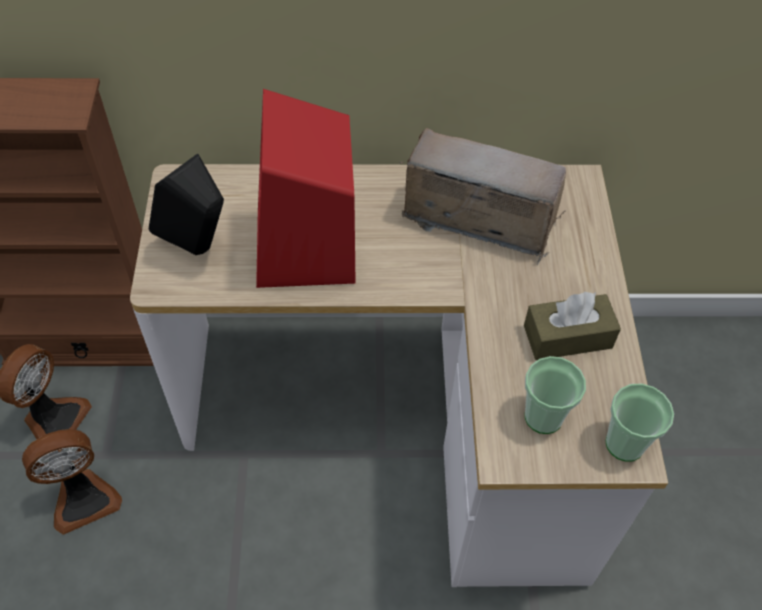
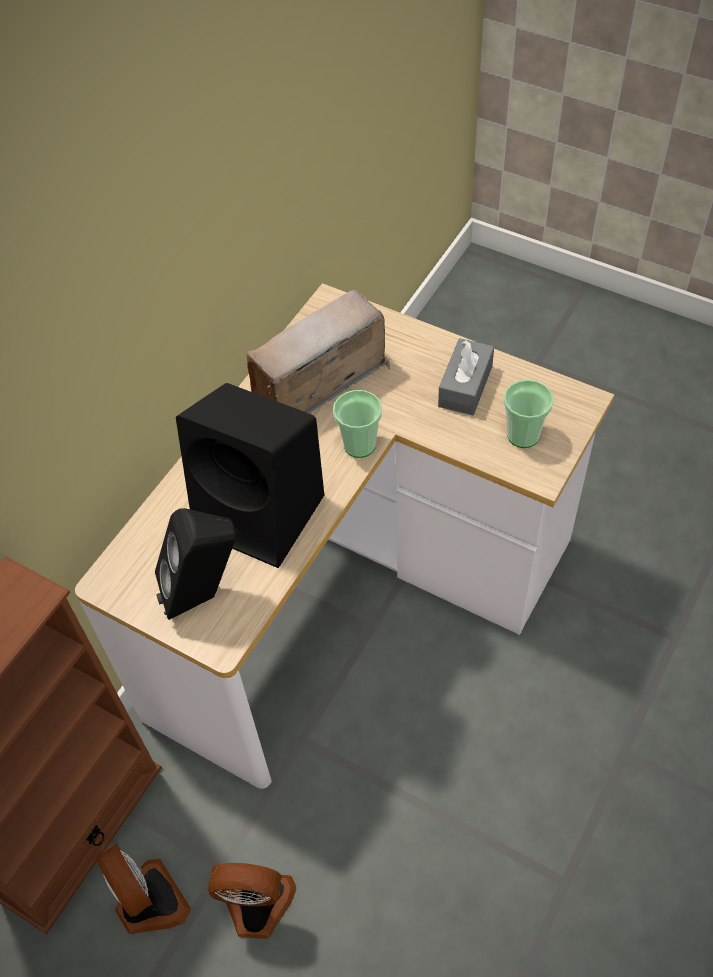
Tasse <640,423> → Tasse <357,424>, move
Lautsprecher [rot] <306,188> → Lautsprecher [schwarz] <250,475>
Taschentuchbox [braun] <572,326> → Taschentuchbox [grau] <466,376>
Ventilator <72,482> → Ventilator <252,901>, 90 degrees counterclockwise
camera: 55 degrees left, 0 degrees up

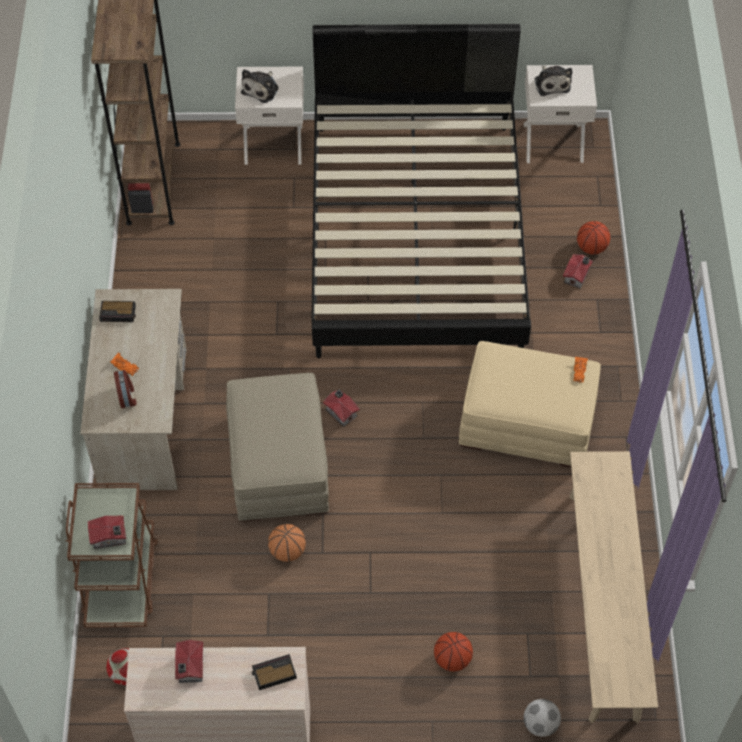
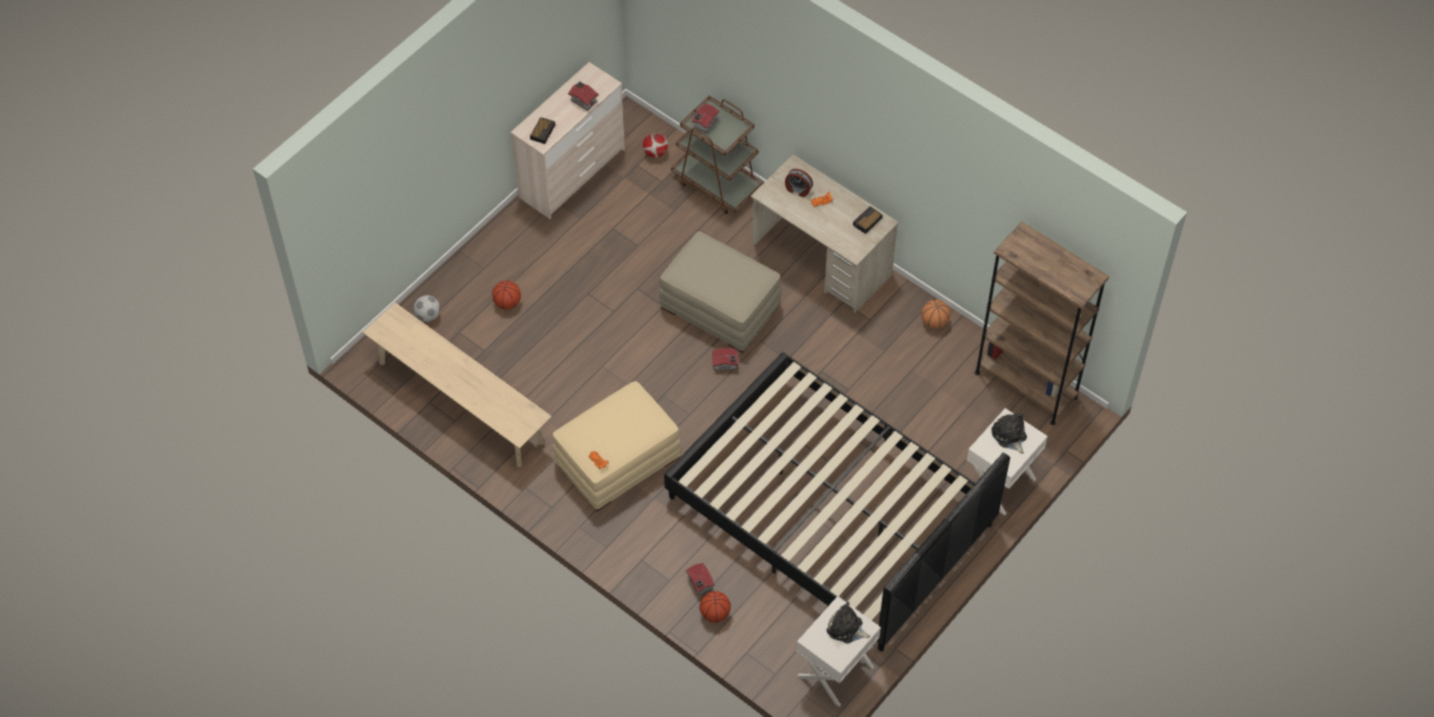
Basketball <287,543> → Basketball <935,314>, move
camera: 130 degrees right, 0 degrees up

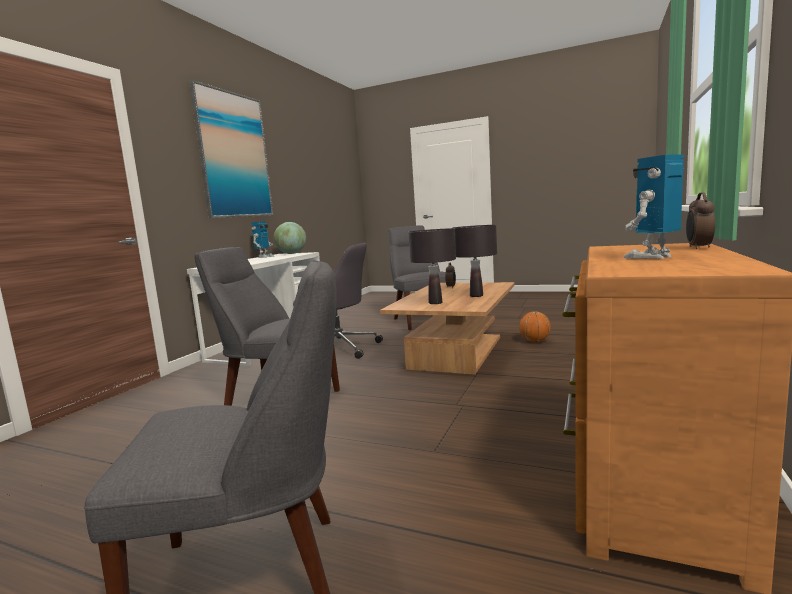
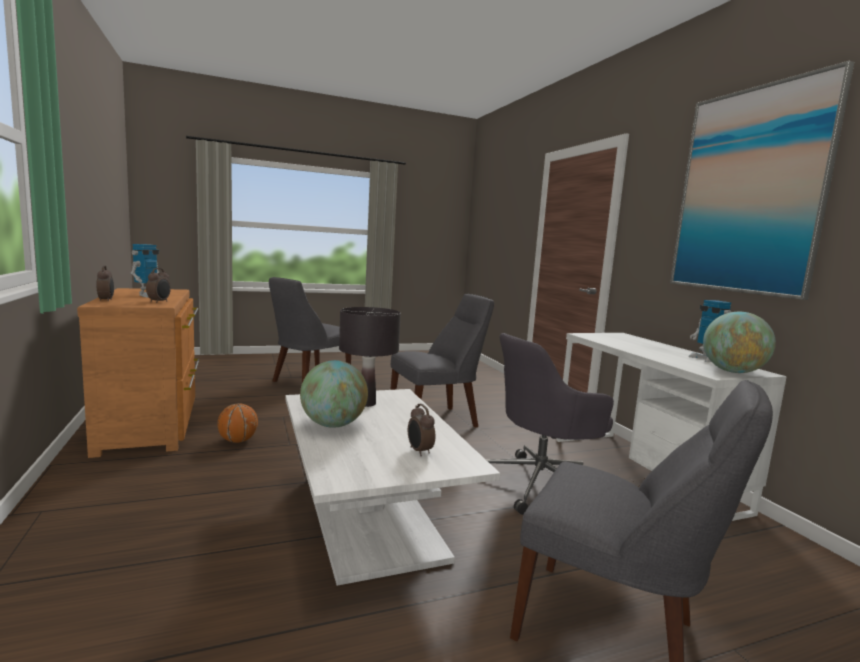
- → Wecker <158,285>
Basketball <535,326> → Basketball <237,423>, move
Tischlampe [schwarz] <475,261> → Globus <334,394>
Couchtisch [braun] <447,328> → Couchtisch [weiß] <393,487>
camera: 135 degrees right, 0 degrees up

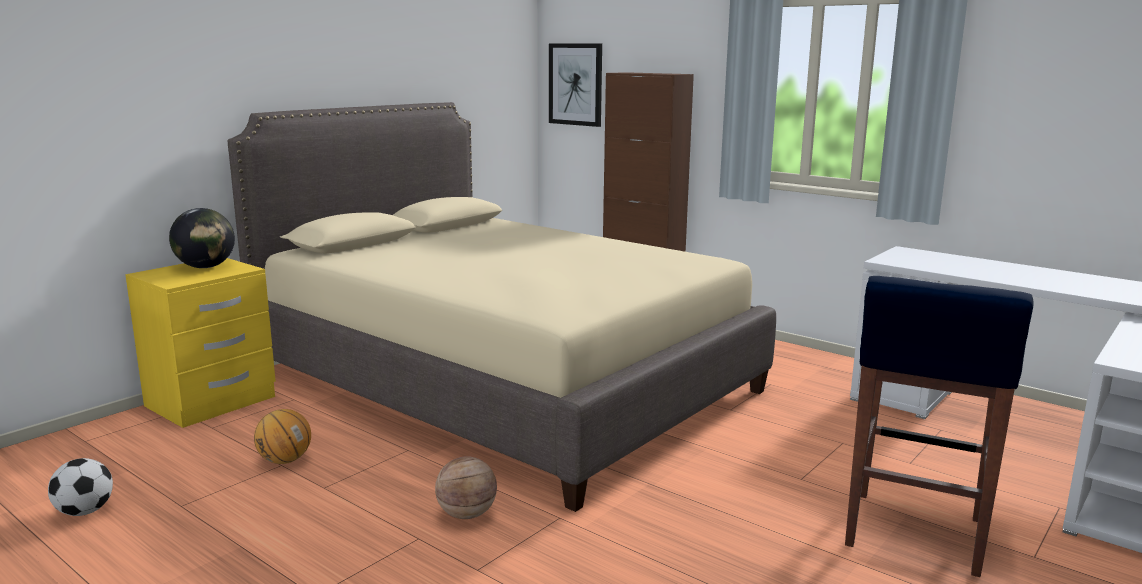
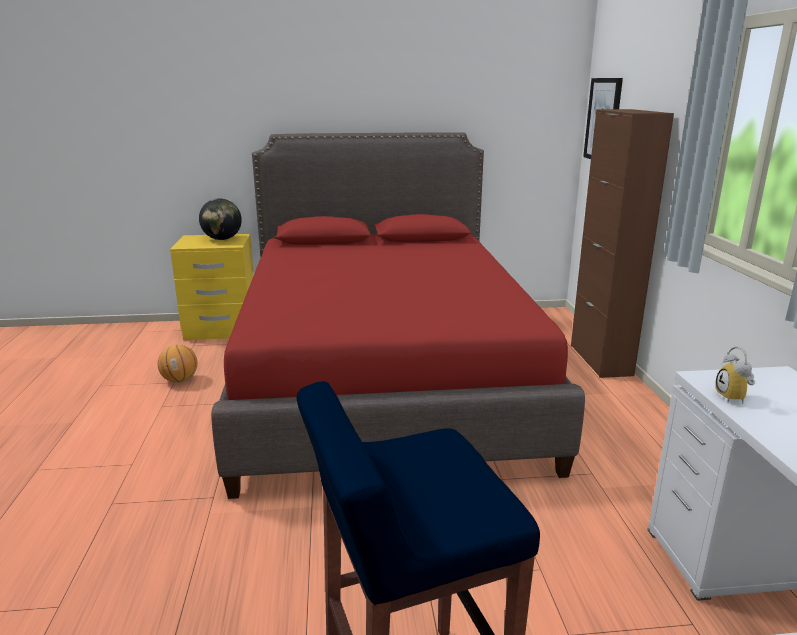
Fußball <80,487> → -
Basketball <466,487> → -
- → Wecker <735,375>
Bett [beige] <502,307> → Bett [rot] <398,315>
camera: 45 degrees right, 5 degrees up

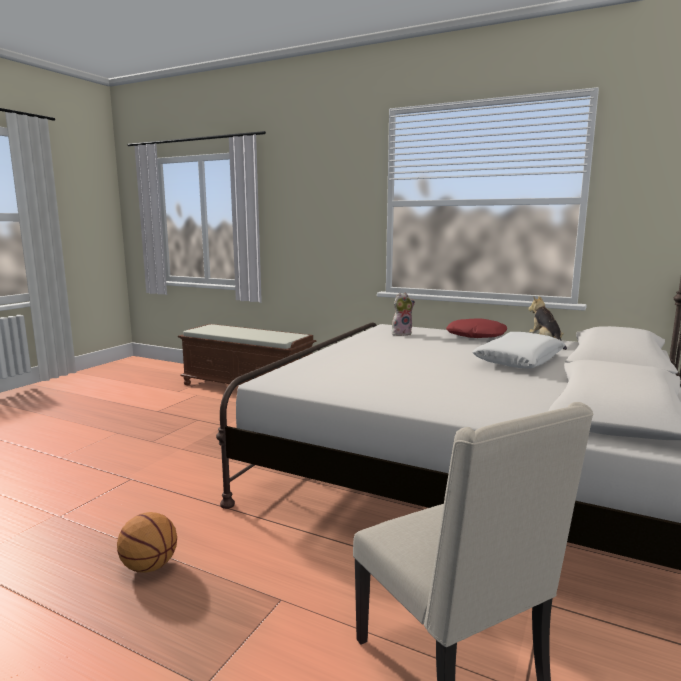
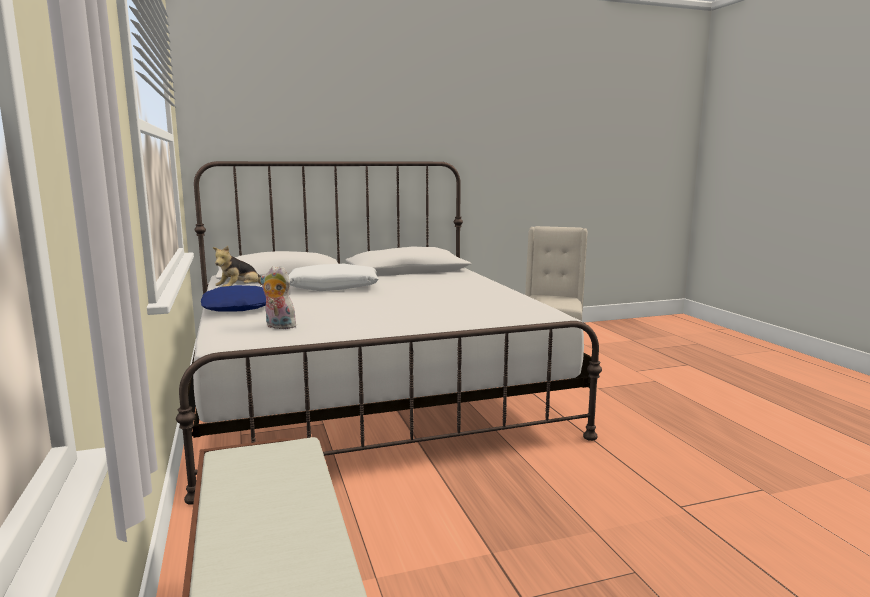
Basketball <147,542> → -
Kissen [rot] <476,328> → Kissen [blau] <233,298>
camera: 135 degrees left, 0 degrees up

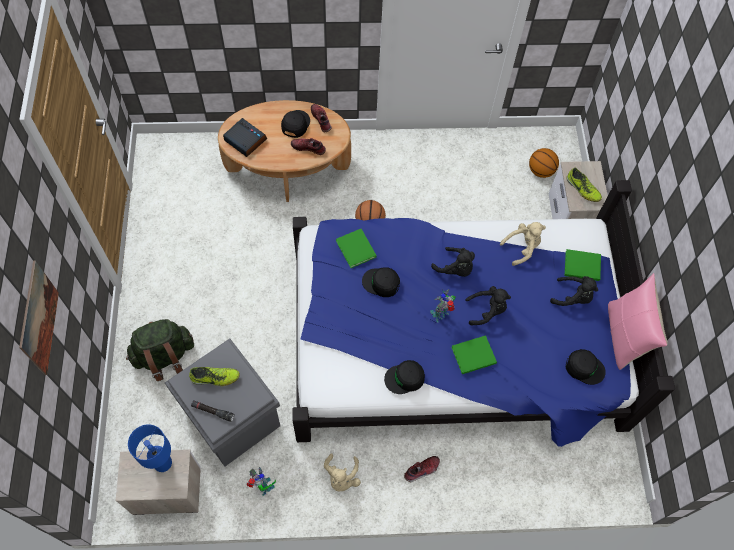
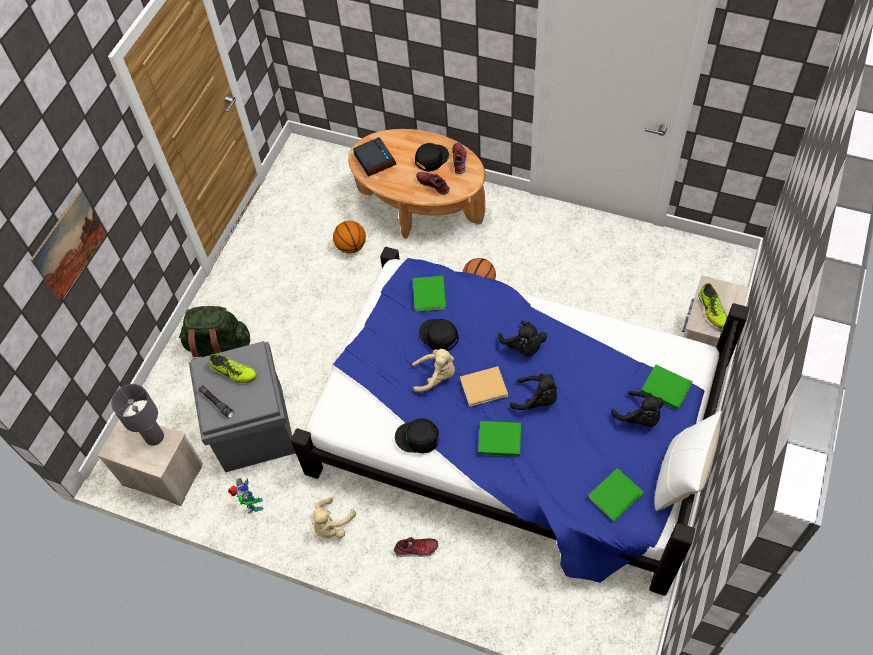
Plüschtier [beige] <523,244> → Plüschtier [beige] <433,370>, move
Basketball <544,163> → Basketball <349,237>, move
Spielzeugroboter <443,306> → Buch [beige] <484,386>
Kappe [schwarz] <586,367> → Buch [grün] <616,495>
Tischlampe [blau] <150,448> → Tischlampe [grau] <137,415>
Kissen [rosa] <638,321> → Kissen [weiß] <688,460>
camera: 30 degrees right, 5 degrees down

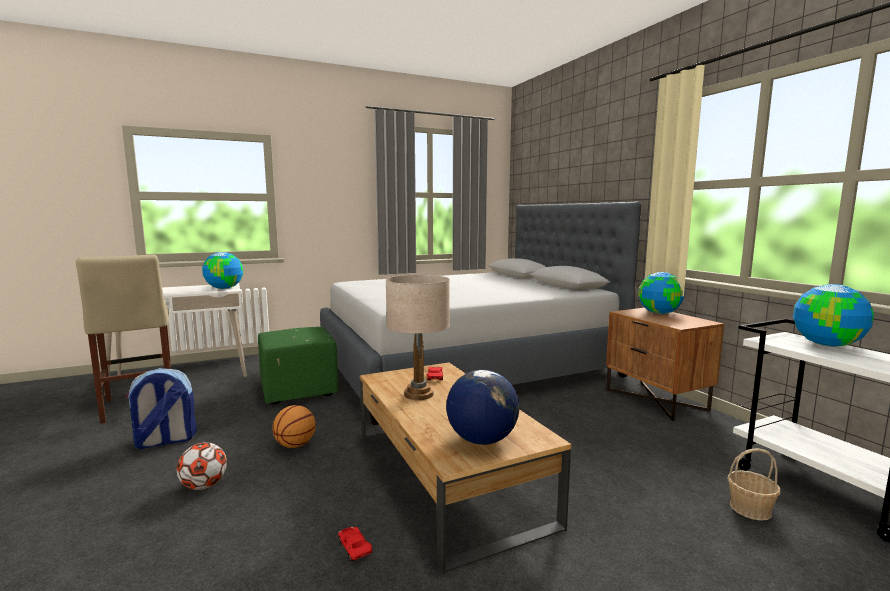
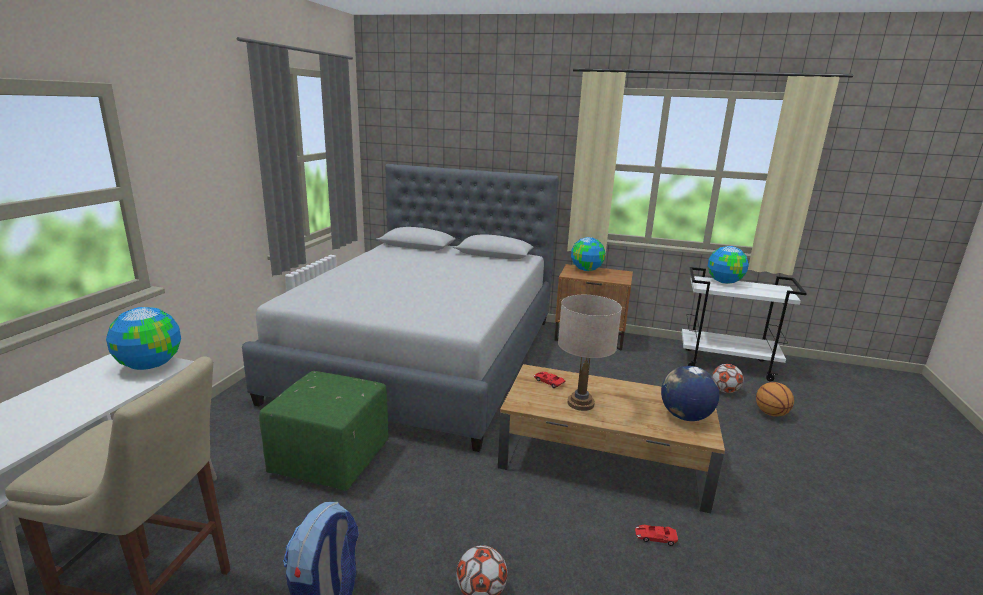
Basketball <294,426> → Basketball <775,399>, move
Korb <753,484> → Fußball <728,378>
camera: 50 degrees left, 10 degrees up

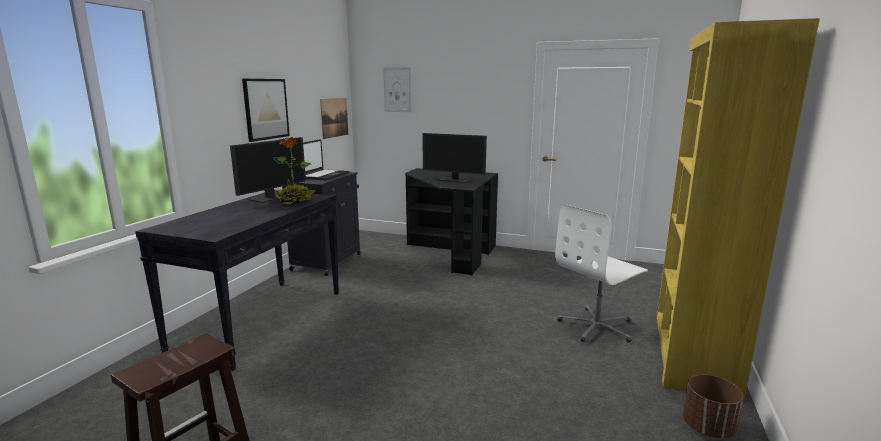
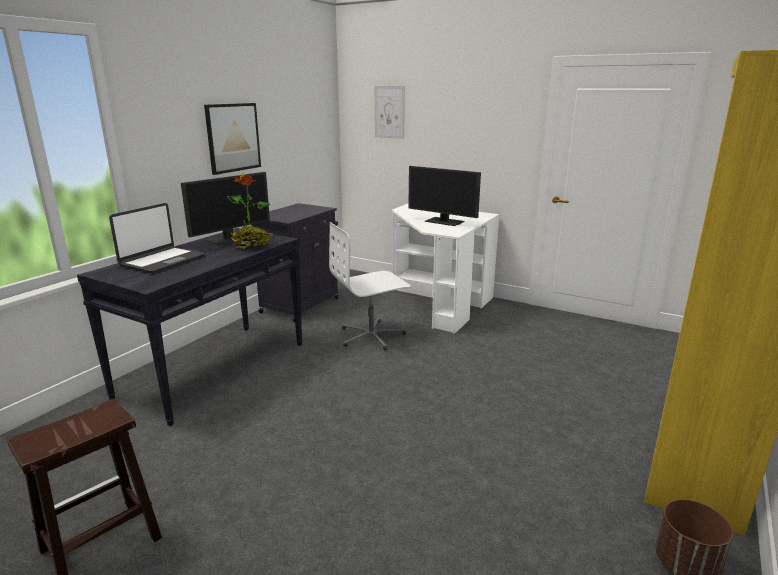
Bild <334,118> → -
Laptop <326,159> → Laptop <157,238>, move
Bürostuhl [weiß] <601,273> → Bürostuhl [weiß] <370,286>, move
Schreibtisch [schwarz] <451,222> → Schreibtisch [weiß] <445,268>
camera: 10 degrees right, 5 degrees up

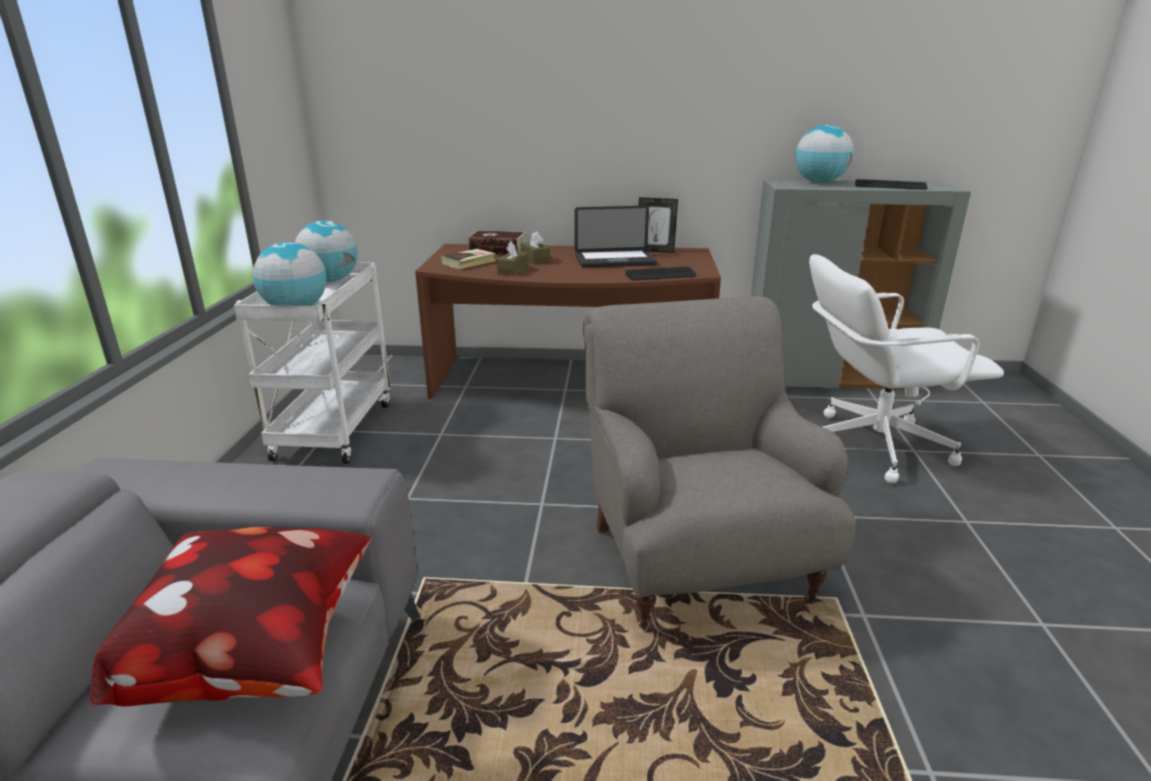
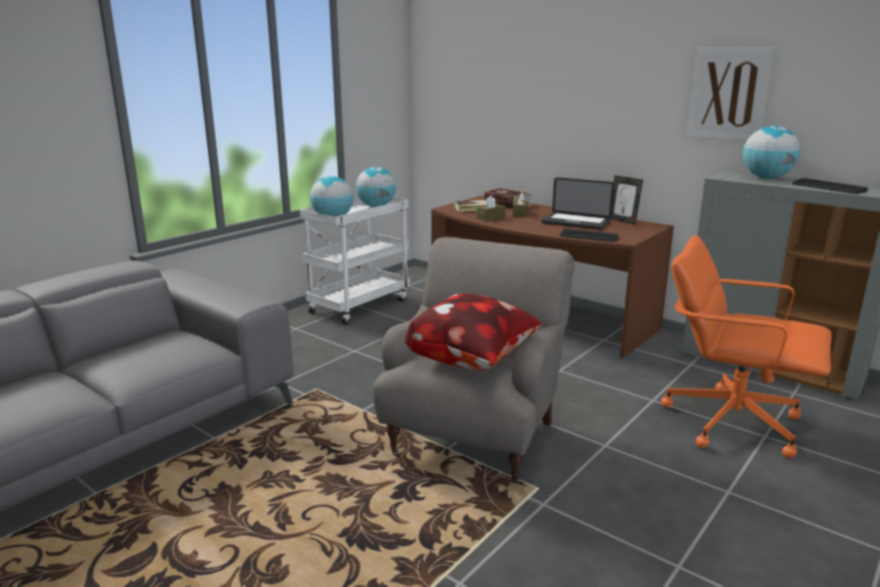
- → Bild <731,94>
Kissen <230,616> → Kissen <473,331>, move
Bürostuhl [weiß] <906,368> → Bürostuhl [orange] <746,346>
camera: 35 degrees right, 5 degrees down

